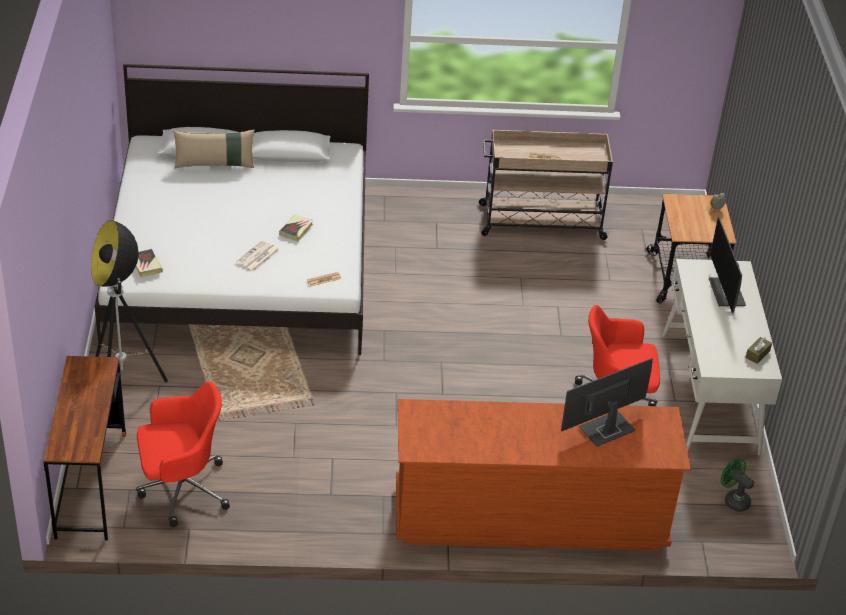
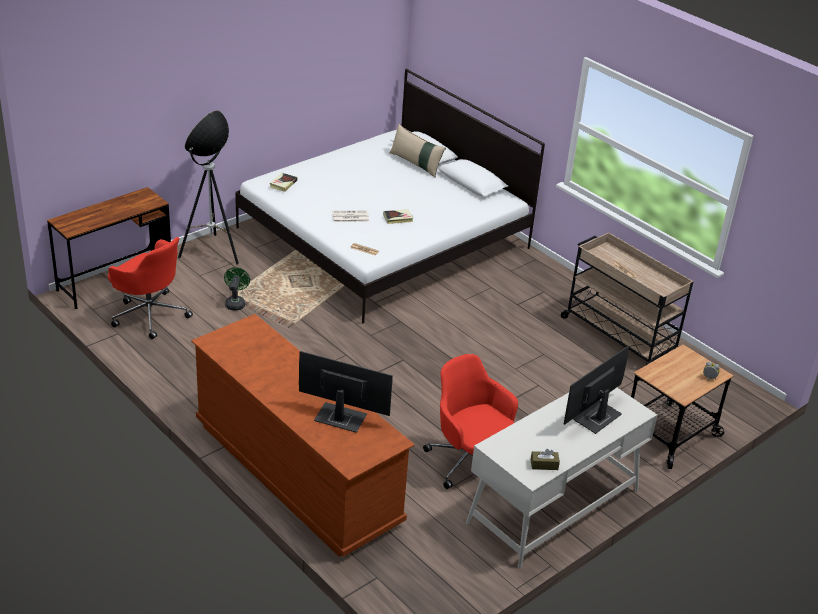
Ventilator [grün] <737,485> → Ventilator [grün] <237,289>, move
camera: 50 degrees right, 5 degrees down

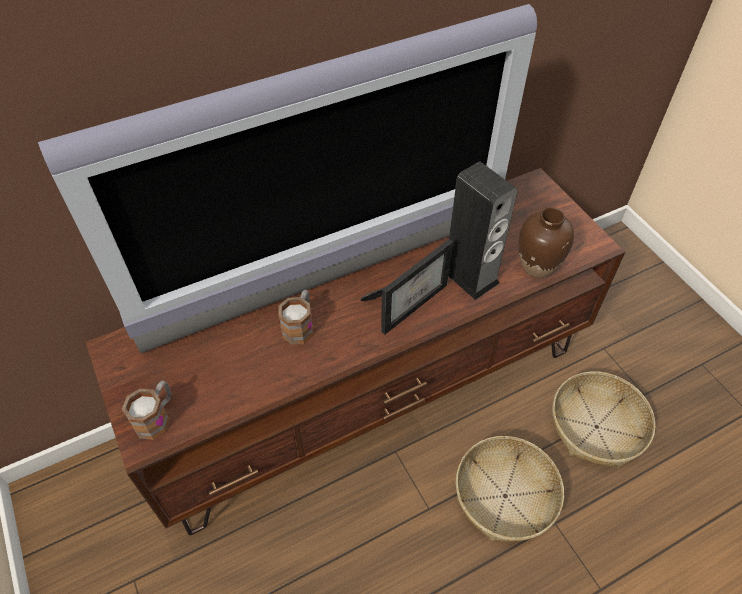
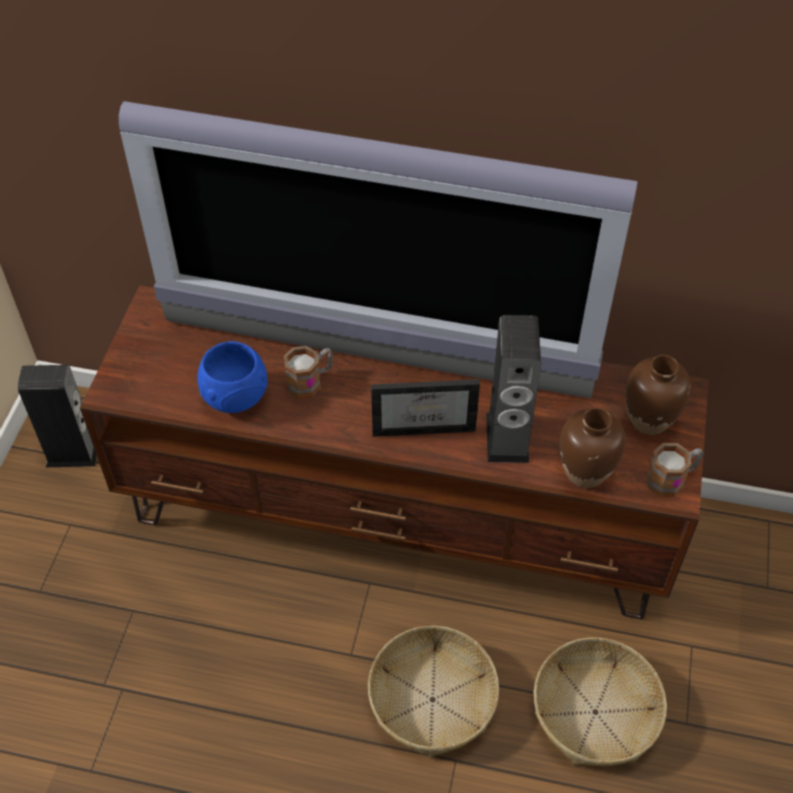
- → Lautsprecher <57,416>
- → Schüssel [blau] <232,377>
- → Vase [braun] <658,395>
Henkelbecher <146,410> → Henkelbecher <674,470>, move
camera: 40 degrees right, 0 degrees up

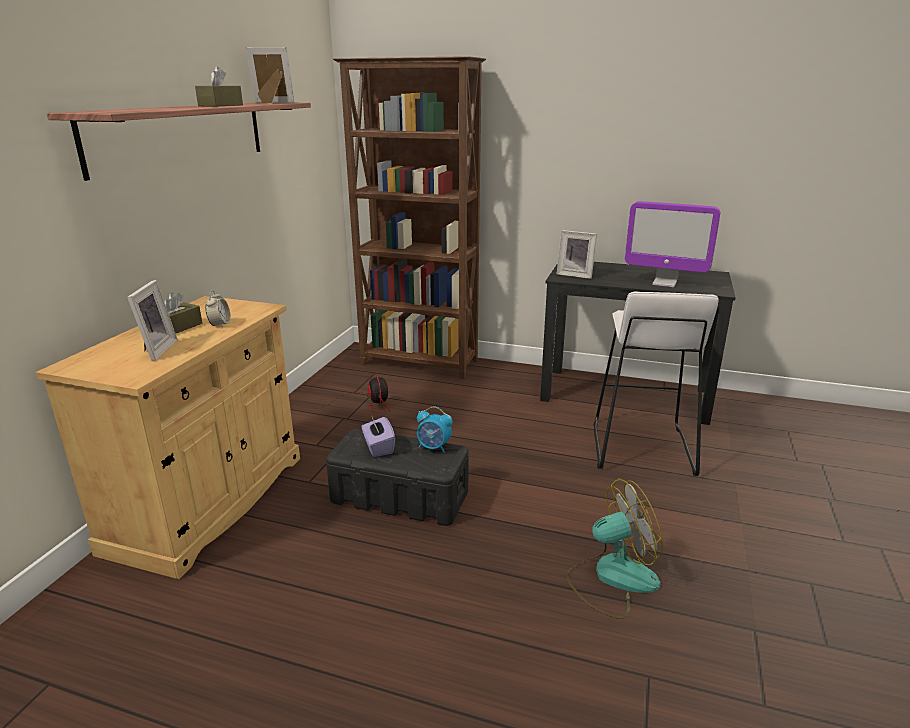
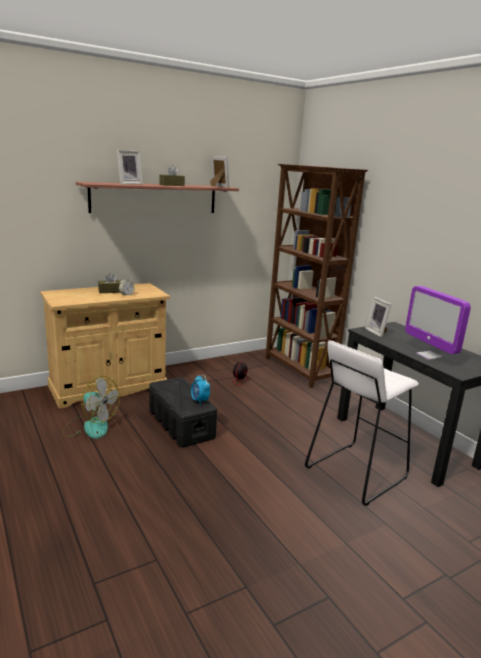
Taschentuchbox [lila] <378,436> → -
Bilderrahmen <152,320> → Bilderrahmen <130,167>, move
Ventilator <614,548> → Ventilator <91,407>, move
camera: 40 degrees right, 5 degrees down

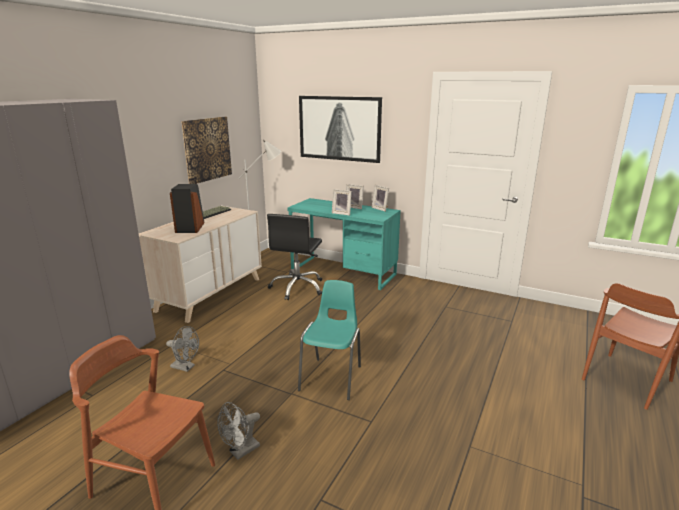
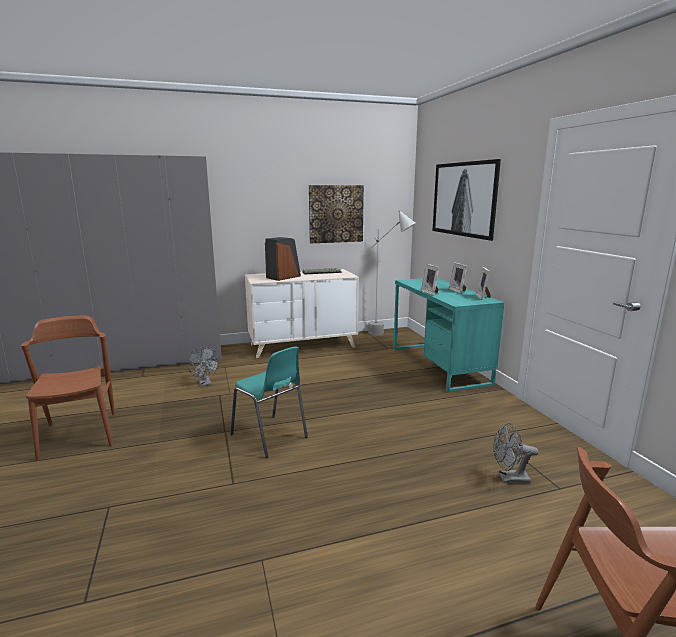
Bürostuhl [schwarz] <294,257> → -
Ventilator [grau] <238,431> → Ventilator [grau] <515,453>, move
Stuhl [türkis] <329,340> → Stuhl [türkis] <269,402>, 75 degrees clockwise
camera: 45 degrees right, 5 degrees down

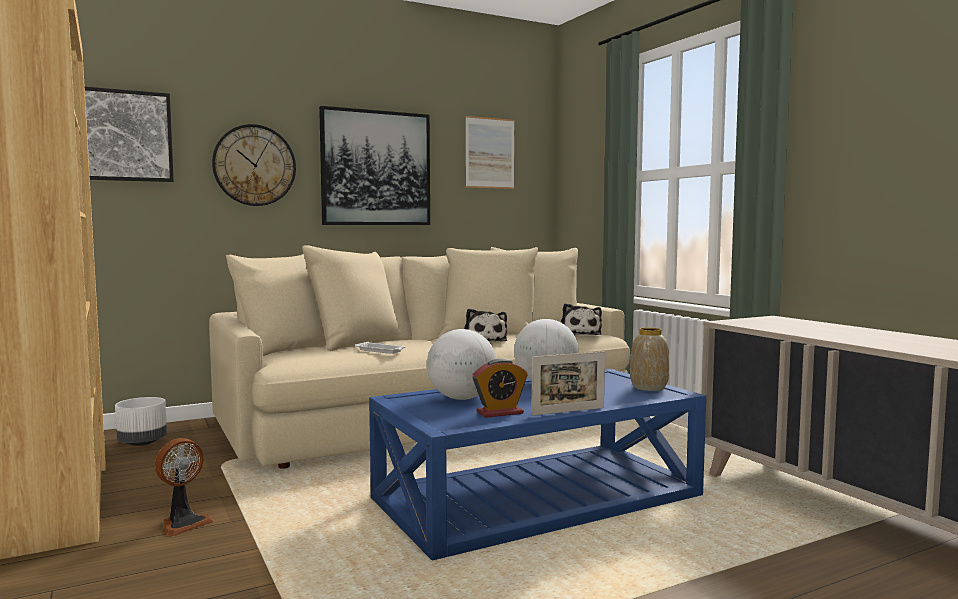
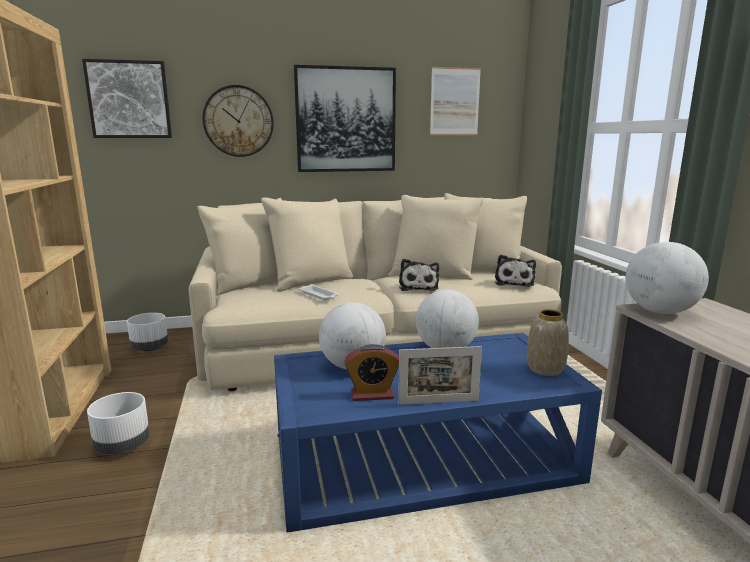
- → Globus <667,278>
Ventilator <184,487> → Pflanzkübel [weiß] <118,423>
camera: 15 degrees right, 10 degrees up

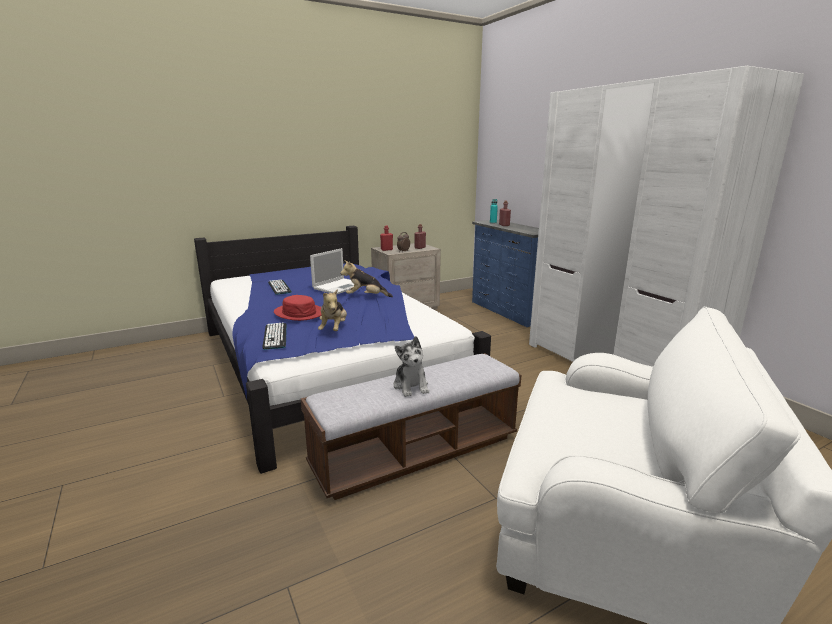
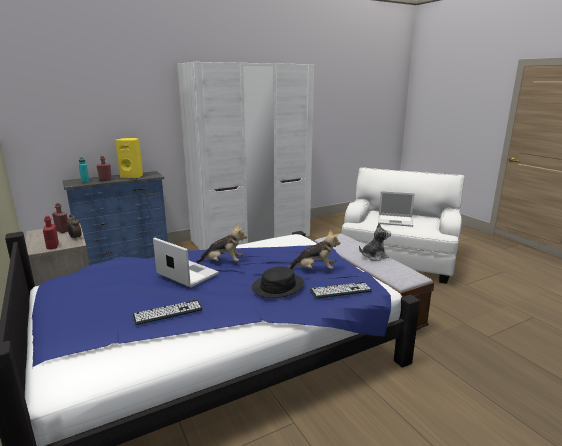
- → Lautsprecher [gelb] <129,158>
- → Laptop <396,209>
Hut [rot] <298,308> → Hut [schwarz] <278,282>
Plüschtier <366,278> → Plüschtier <221,243>, 90 degrees counterclockwise
camera: 90 degrees left, 0 degrees up

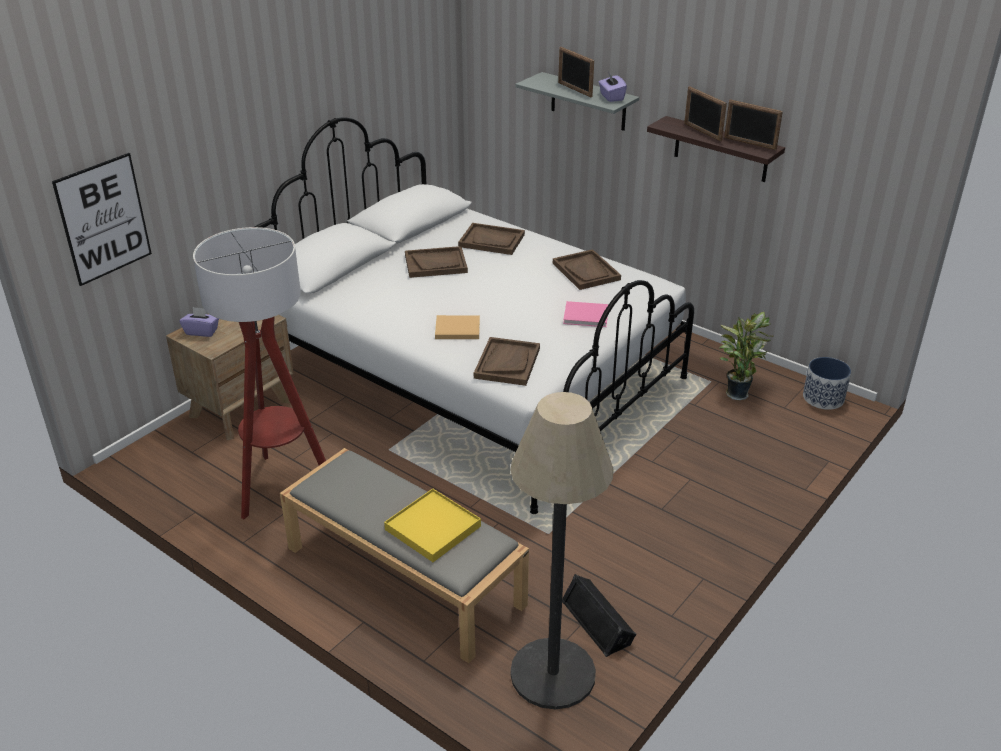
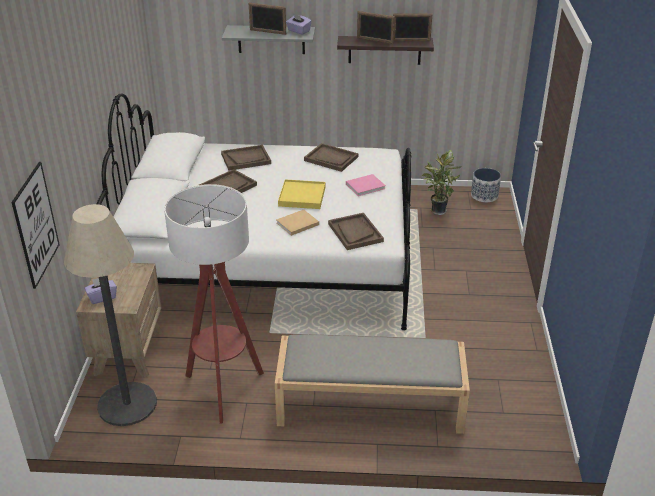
Lautsprecher [schwarz] <599,615> → -
Tablett [gelb] <432,525> → Tablett [gelb] <301,194>, move
Stehlampe <562,550> → Stehlampe <110,315>, move
camera: 35 degrees left, 0 degrees up

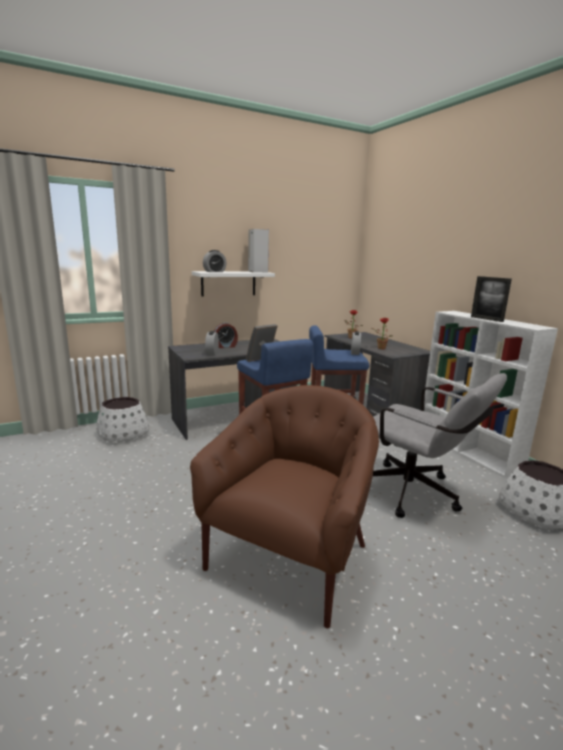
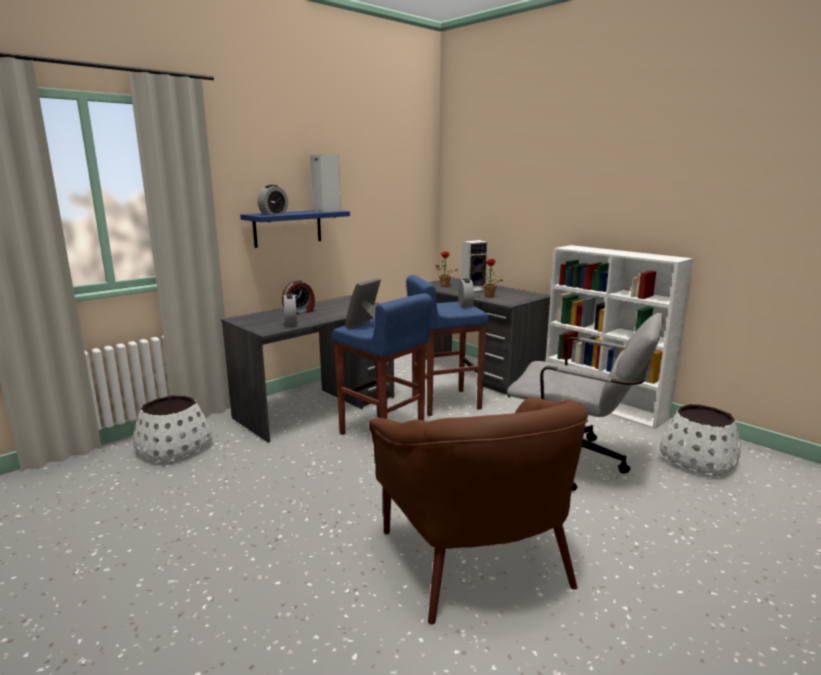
Bilderrahmen <491,299> → -
- → Lautsprecher <474,265>
Wandregal [weiß] <233,284> → Wandregal [blau] <295,229>
Sessel [braun] <284,506> → Sessel [braun] <478,511>, 150 degrees clockwise
camera: 15 degrees left, 0 degrees up

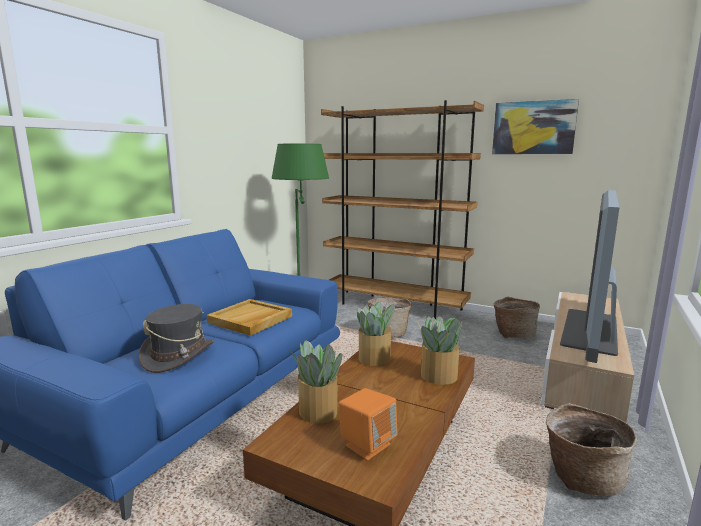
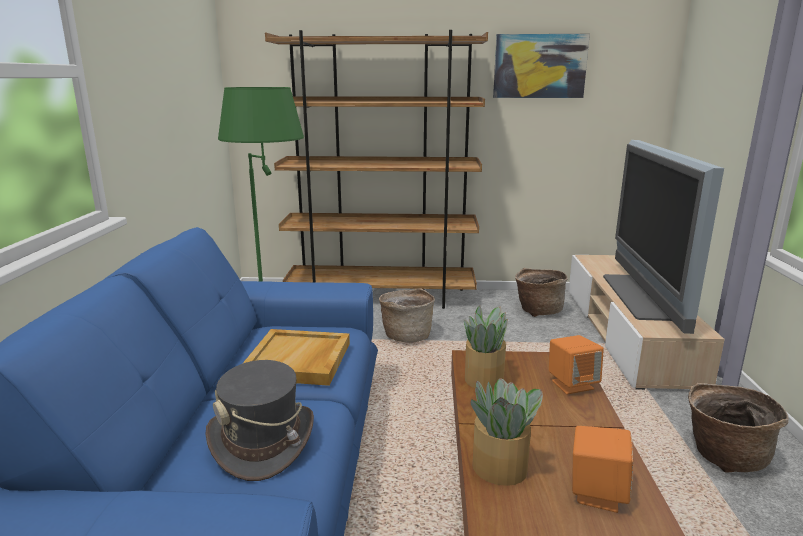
Topfpflanze <439,350> → Lautsprecher [orange] <576,364>
camera: 25 degrees left, 5 degrees up

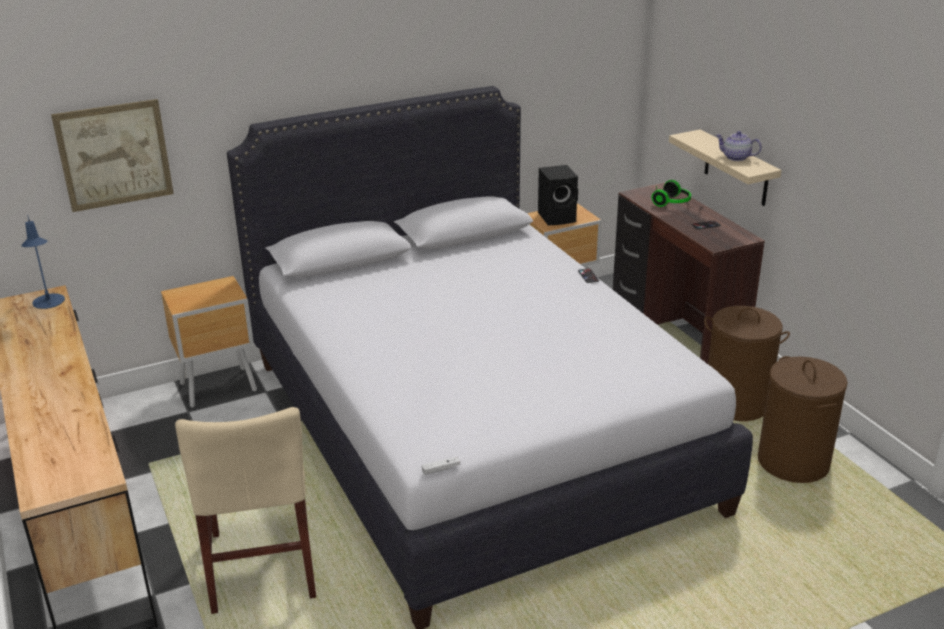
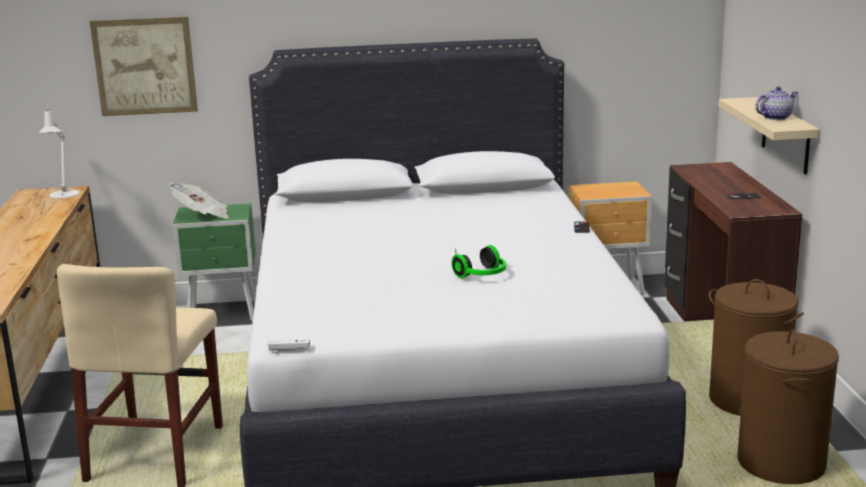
Lautsprecher [schwarz] <558,195> → -
- → Zeitung <198,200>
Kopfhörer <671,193> → Kopfhörer <479,261>, move
Tischlampe [blau] <43,261> → Tischlampe [weiß] <59,151>
Nachttisch [braun] <209,342> → Nachttisch [grün] <214,262>
Teekanne <739,146> → Teekanne <777,103>, 105 degrees clockwise
camera: 20 degrees right, 10 degrees down

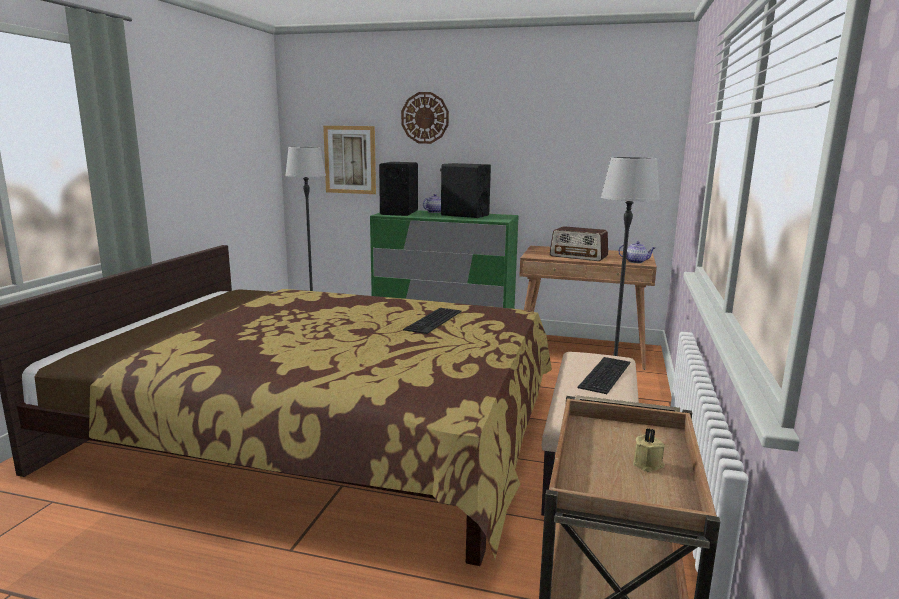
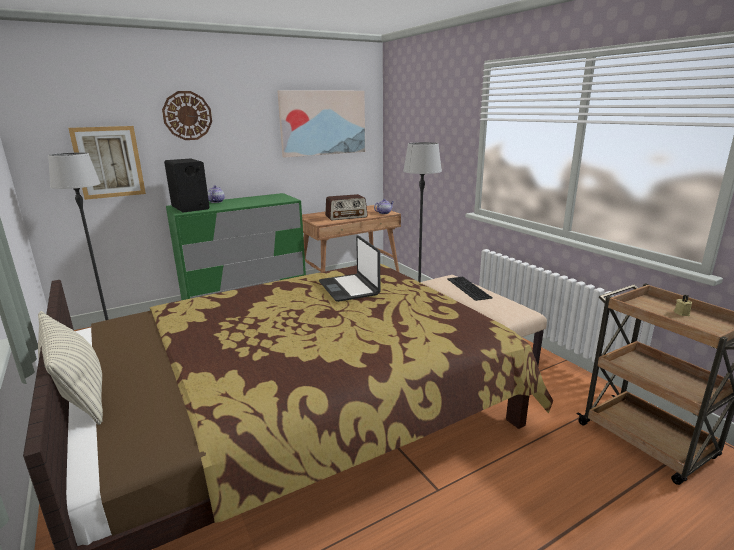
Lautsprecher [schwarz] <465,190> → -
- → Kissen <70,368>
- → Bild <321,124>
Tastatur <432,321> → Laptop <350,268>
camera: 45 degrees left, 5 degrees up

